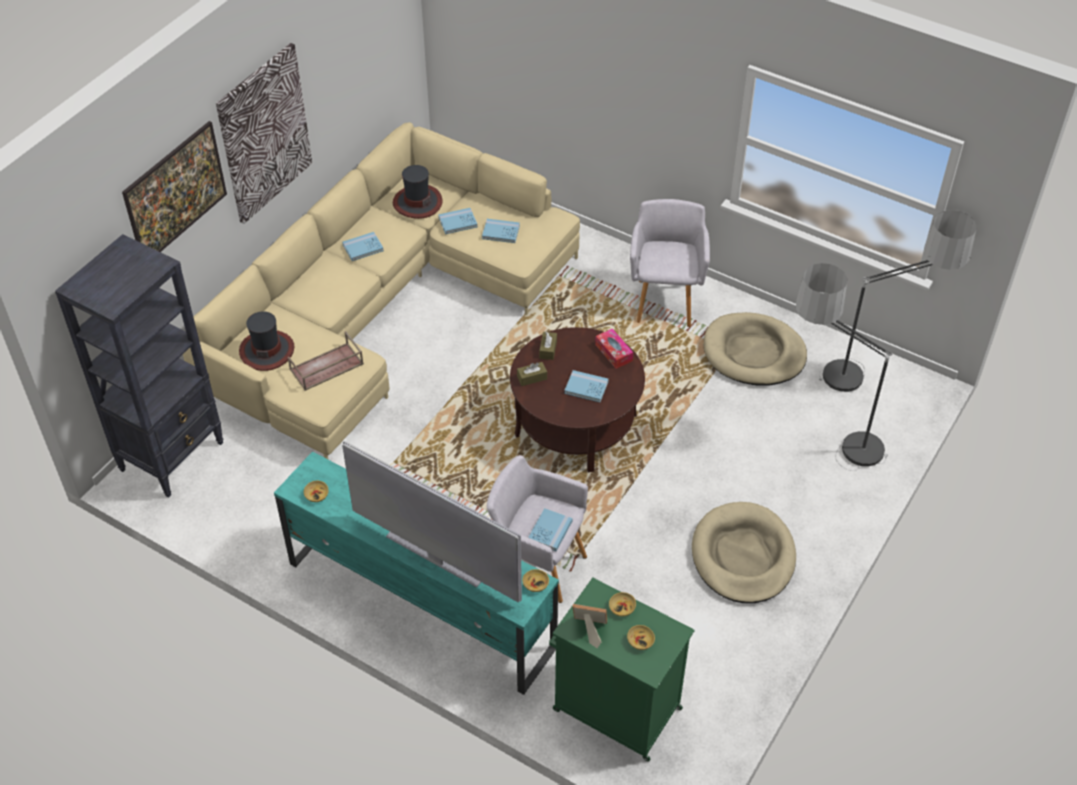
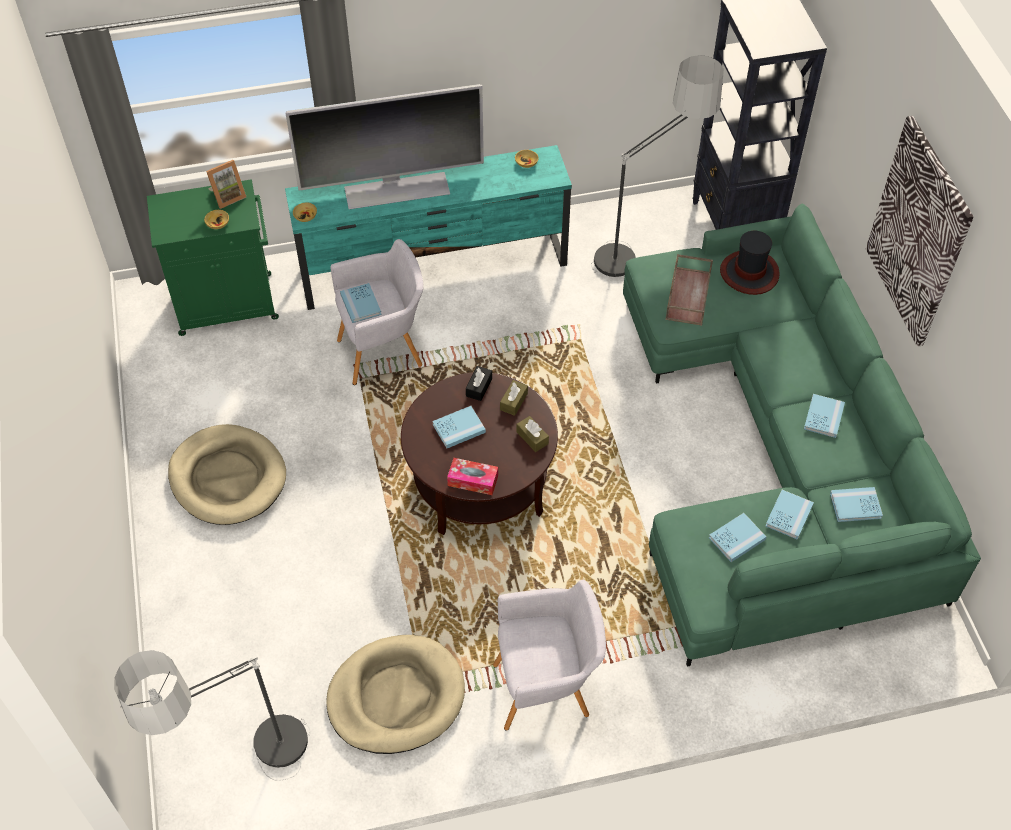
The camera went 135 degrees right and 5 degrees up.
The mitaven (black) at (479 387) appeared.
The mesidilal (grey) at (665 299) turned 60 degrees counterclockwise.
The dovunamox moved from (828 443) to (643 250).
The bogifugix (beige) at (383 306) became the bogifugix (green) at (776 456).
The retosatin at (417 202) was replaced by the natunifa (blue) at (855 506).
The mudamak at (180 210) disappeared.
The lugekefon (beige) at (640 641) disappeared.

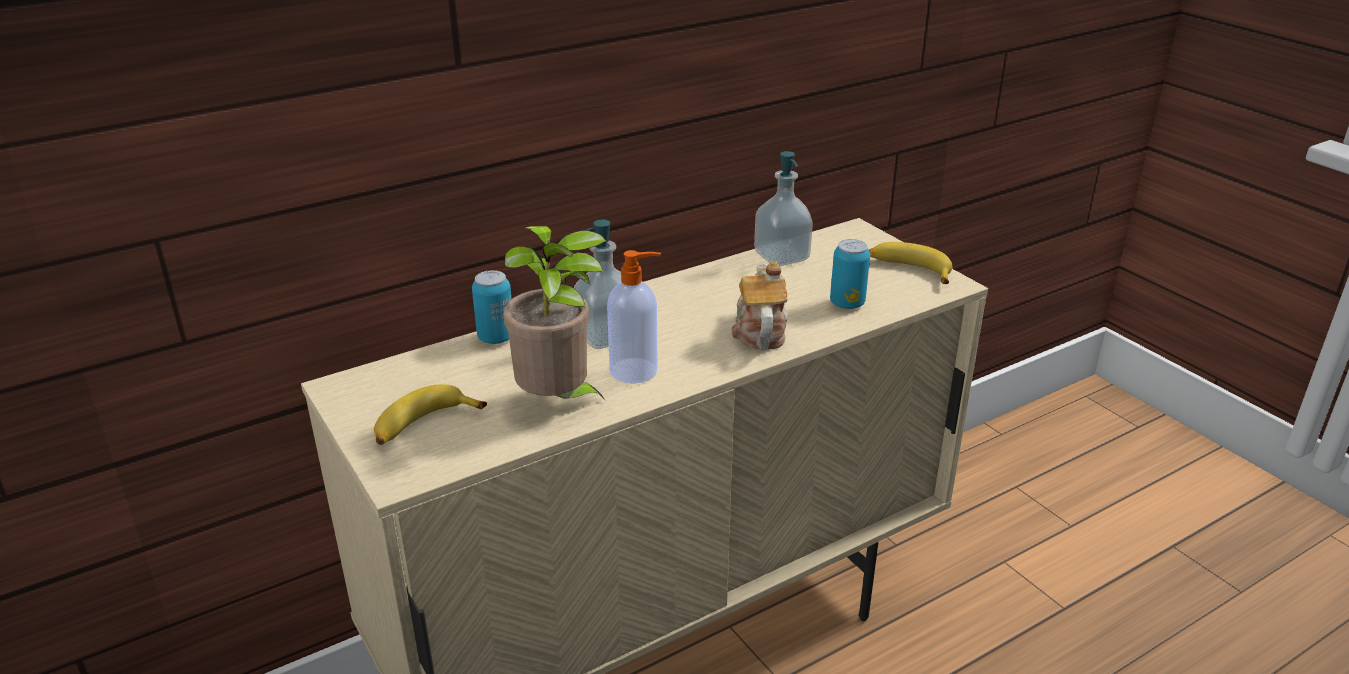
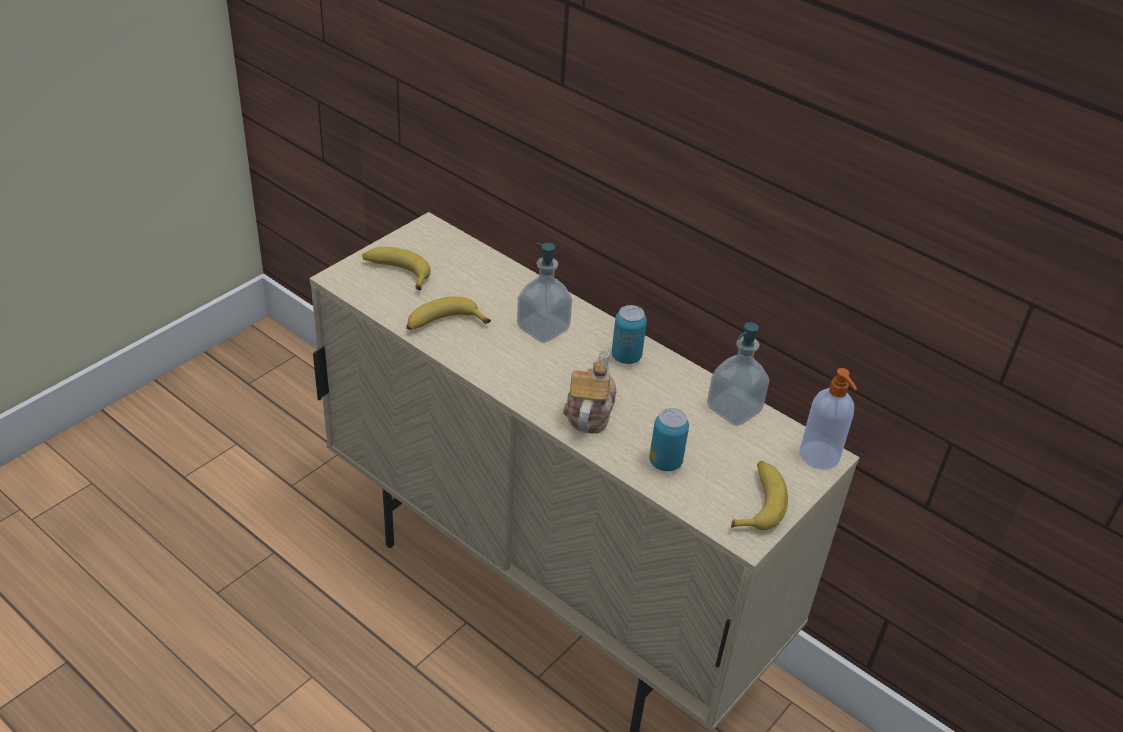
The camera went 70 degrees right and 10 degrees up.
The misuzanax at (558 402) was replaced by the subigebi at (444 324).
The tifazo at (759 331) turned 60 degrees counterclockwise.
The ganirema moved from (496 337) to (626 357).
The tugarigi moved from (635 371) to (820 457).

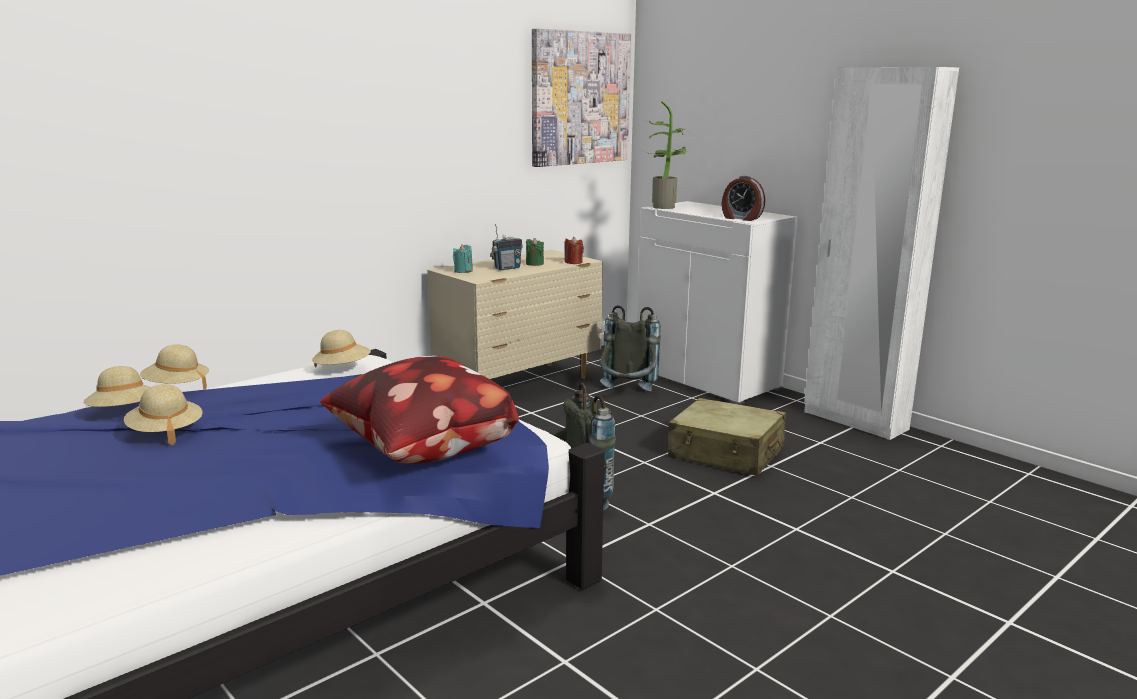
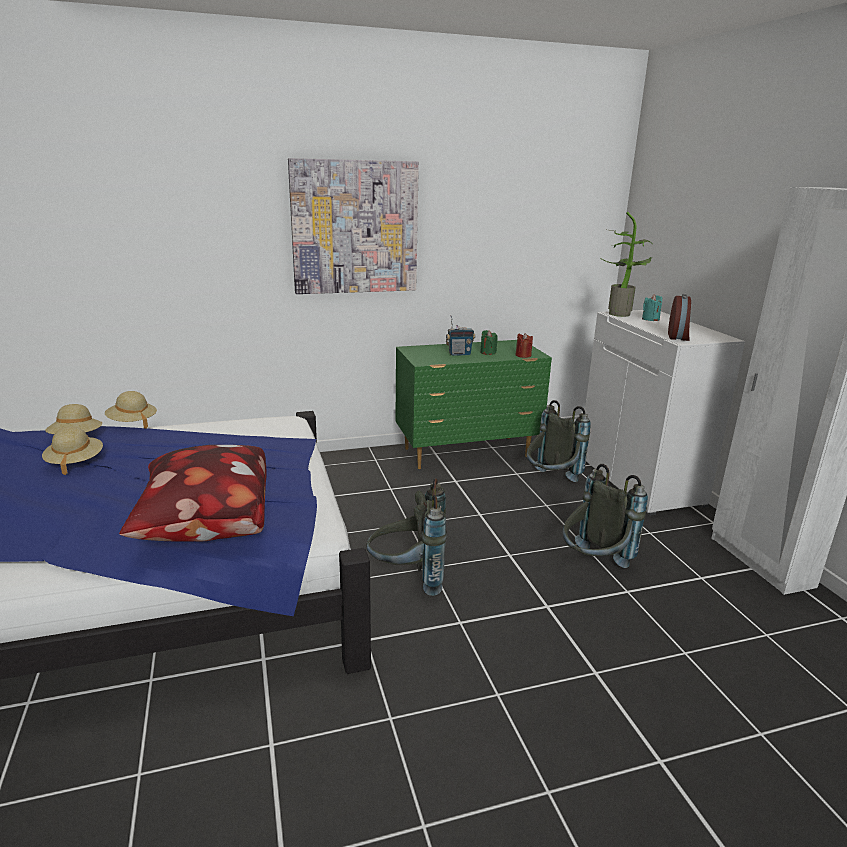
The camera went 25 degrees right and 5 degrees up.
The mudamak moved from (580 98) to (355 227).
The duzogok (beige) at (520 385) became the duzogok (green) at (468 453).
The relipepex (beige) at (726 453) was replaced by the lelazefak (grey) at (593 565).
The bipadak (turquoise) moved from (463 271) to (650 319).
The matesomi at (741 218) turned 135 degrees counterclockwise.
The retosatin (beige) at (342 369) disappeared.

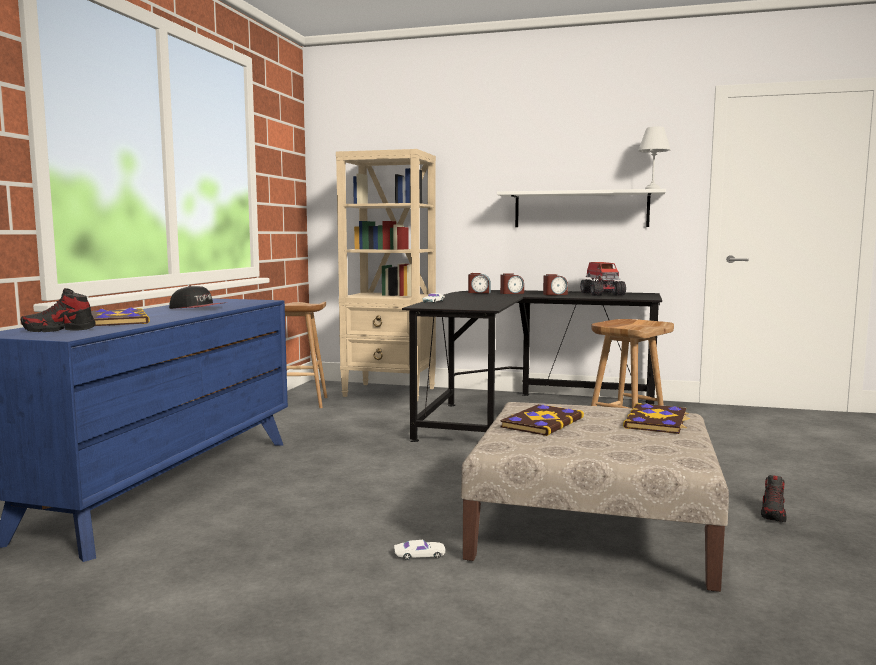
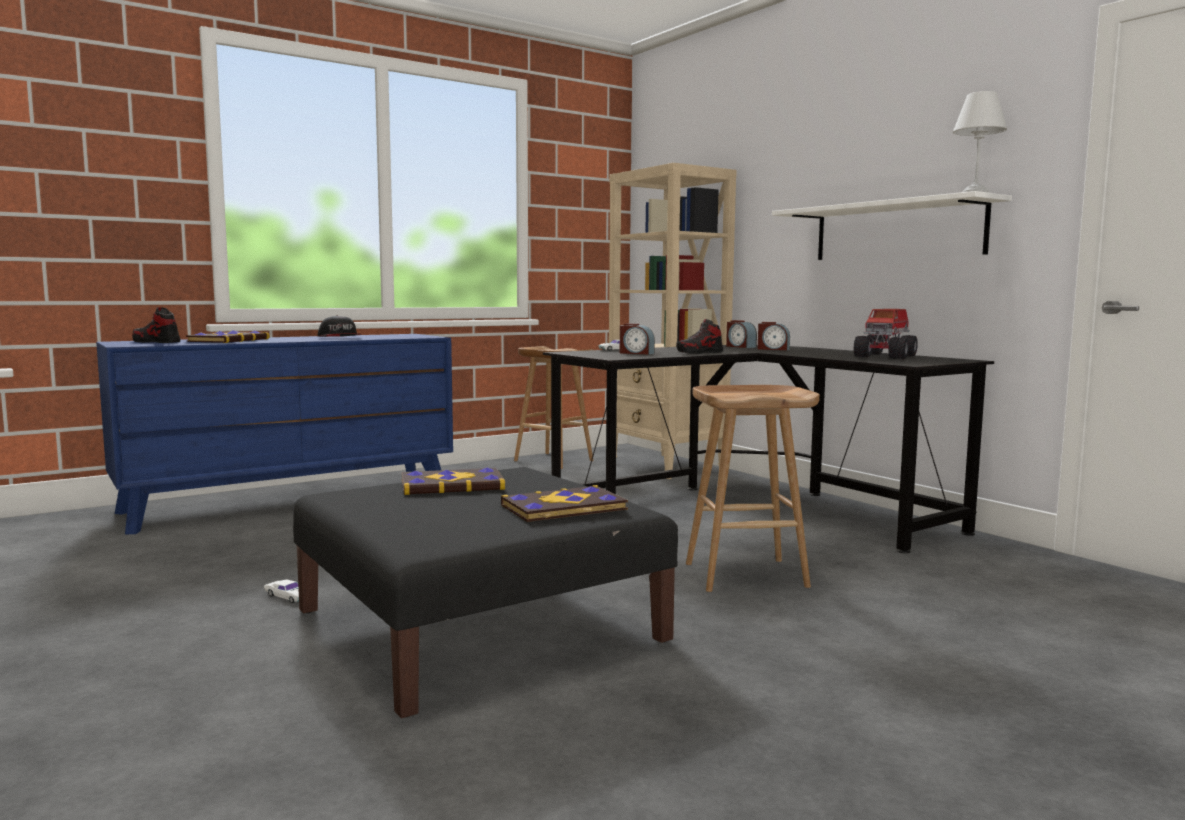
The camera went 40 degrees right and 0 degrees up.
The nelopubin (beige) at (593 527) became the nelopubin (black) at (477 626).
The matesomi moved from (554 294) to (636 353).
The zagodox moved from (773 513) to (699 353).

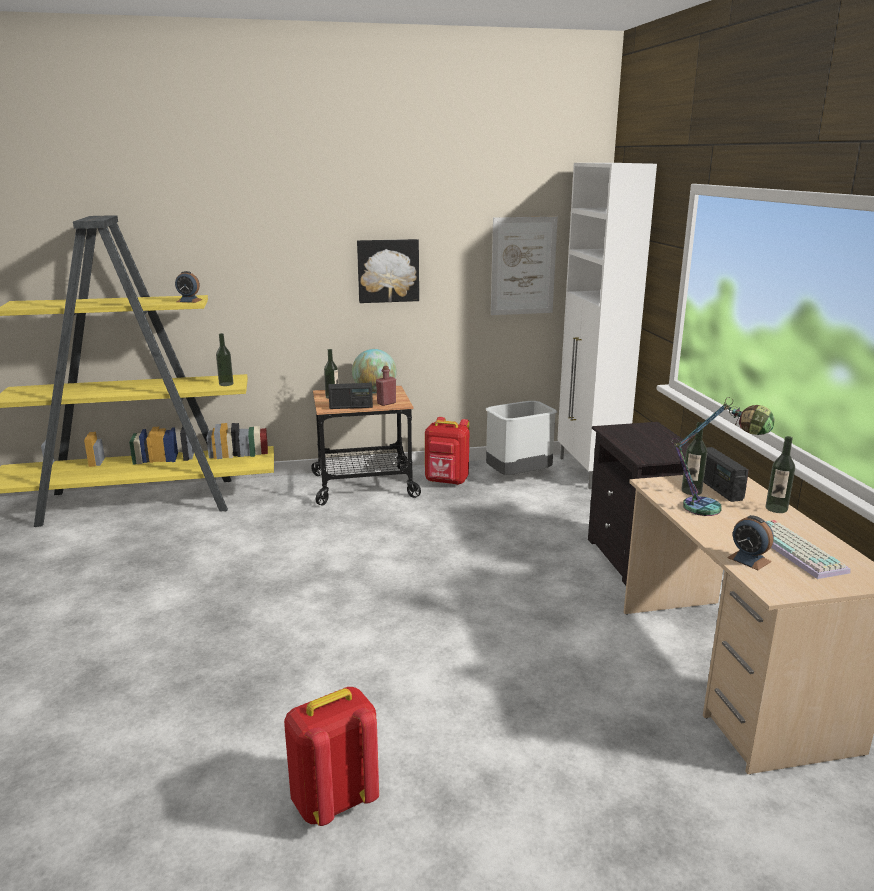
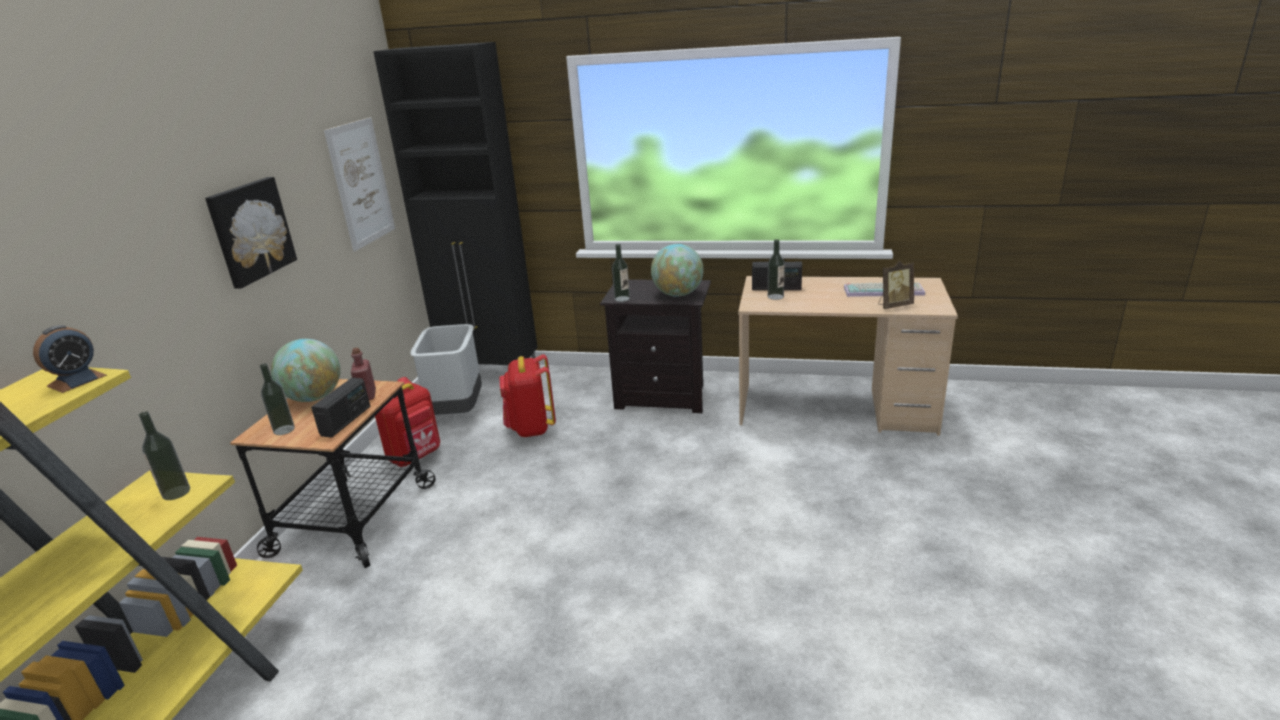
The camera went 65 degrees left and 5 degrees up.
The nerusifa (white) at (589 472) became the nerusifa (black) at (492 373).
The lelazefak (red) moved from (334 800) to (531 428).
The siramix moved from (776 508) to (622 299).
The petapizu at (678 294) appeared.
The matesomi at (749 559) was replaced by the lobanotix at (894 305).
The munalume at (714 510) disappeared.

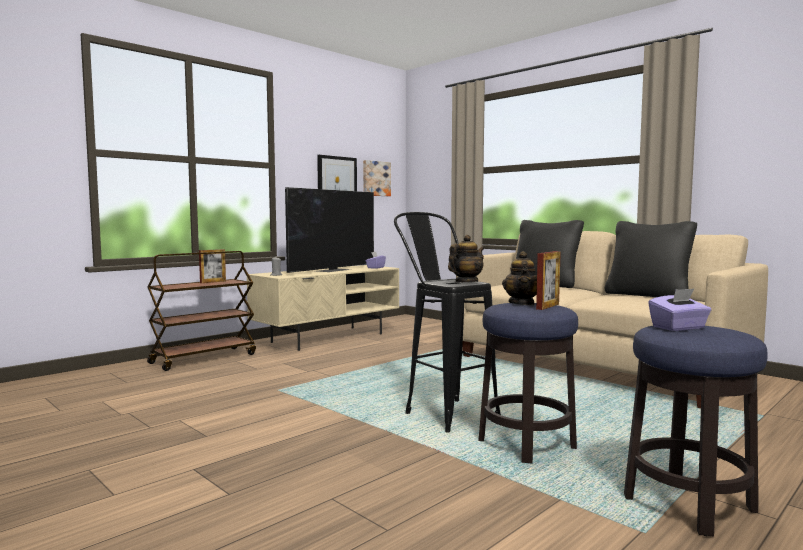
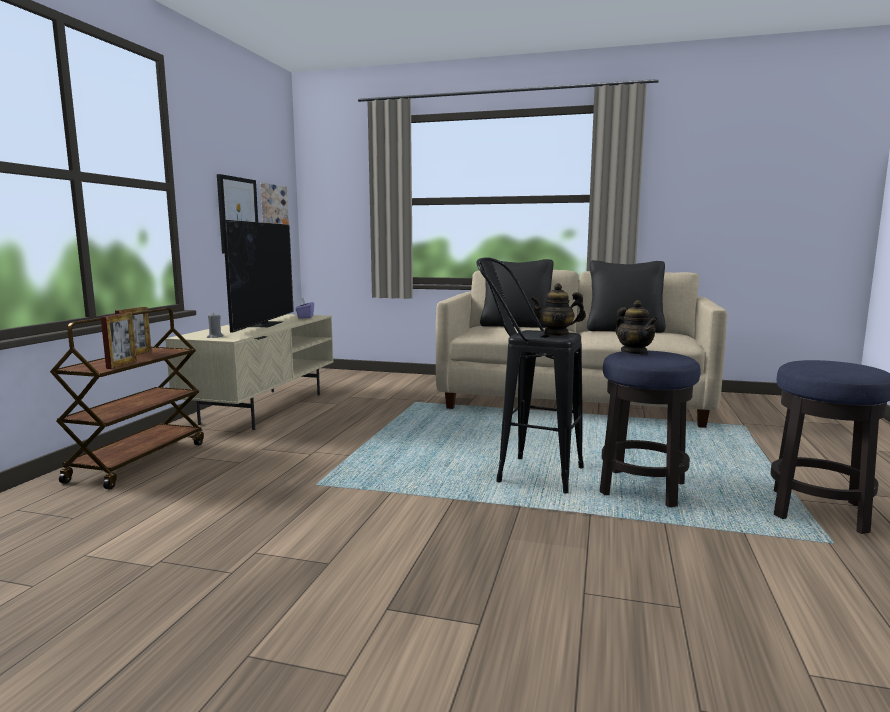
The camera went 30 degrees left and 5 degrees up.
The lobanotix moved from (547 306) to (122 364).
The tifazo at (466 282) turned 105 degrees counterclockwise.
The mitaven (purple) at (678 328) disappeared.

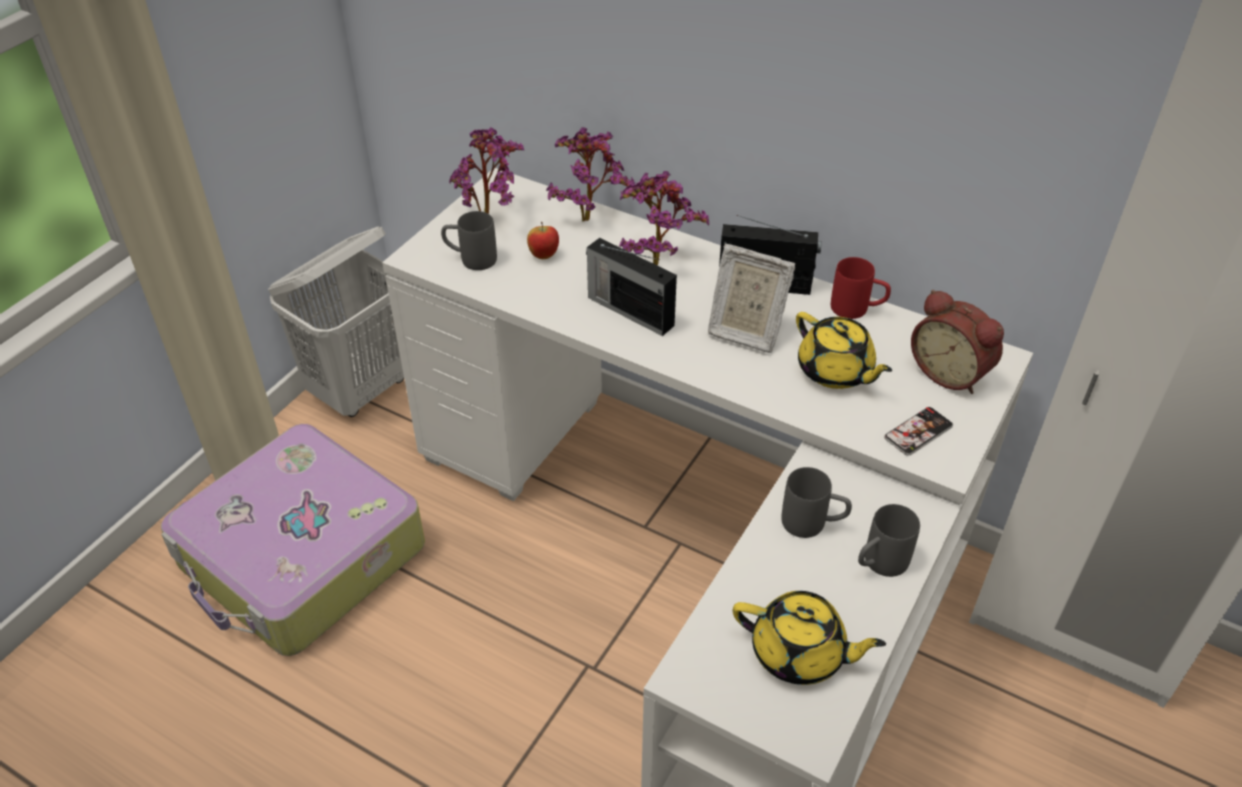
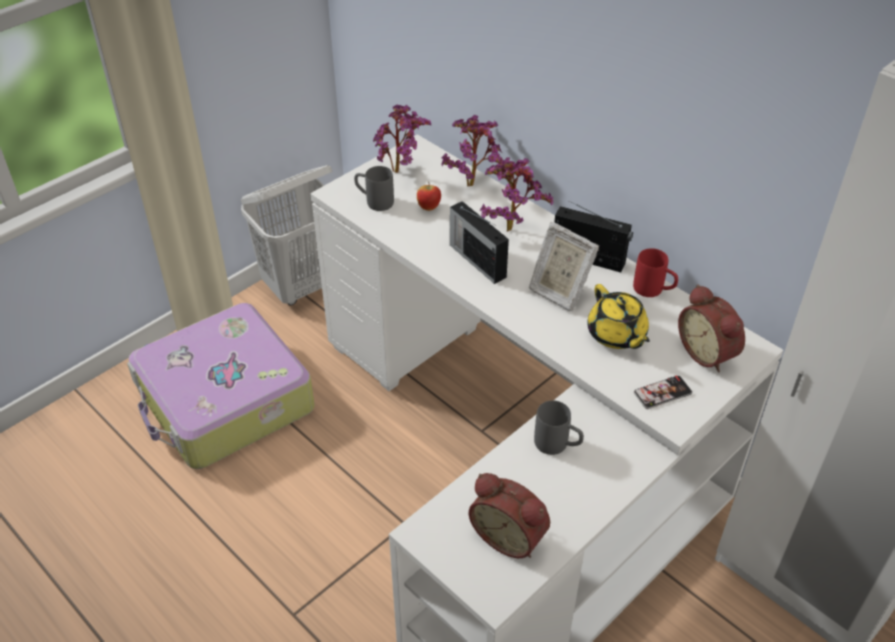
The camera went 15 degrees right and 0 degrees up.
The tifazo (yellow) at (799 653) was replaced by the matesomi at (510 535).
The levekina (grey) at (878 564) disappeared.

